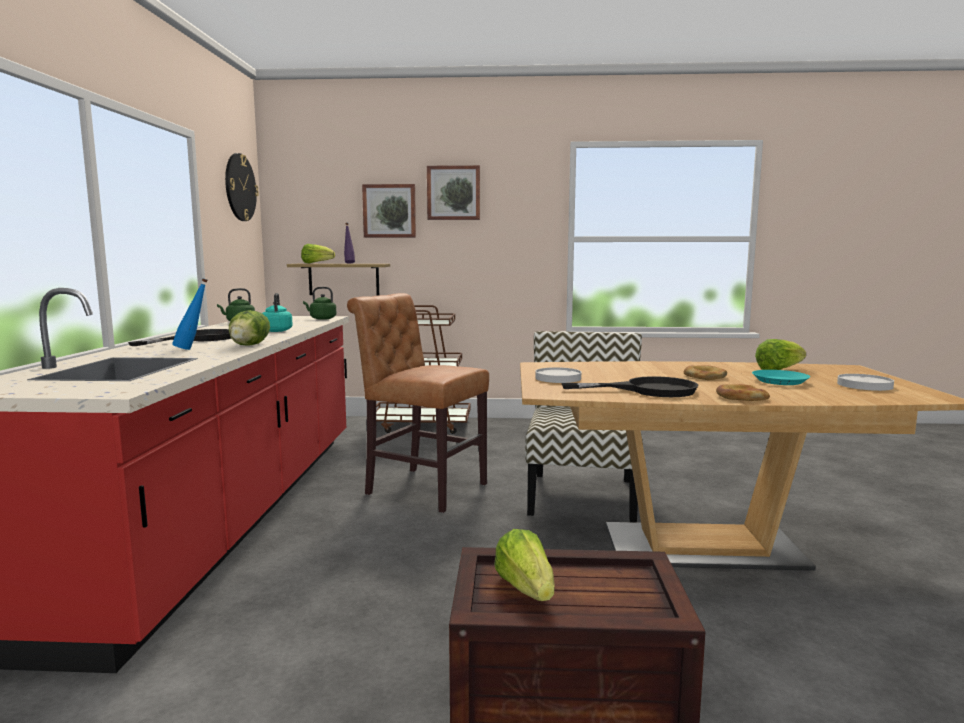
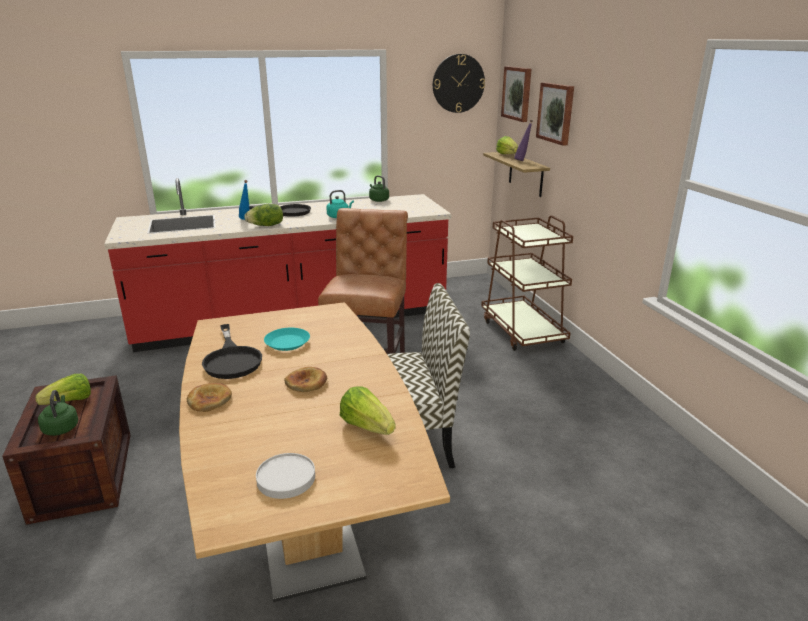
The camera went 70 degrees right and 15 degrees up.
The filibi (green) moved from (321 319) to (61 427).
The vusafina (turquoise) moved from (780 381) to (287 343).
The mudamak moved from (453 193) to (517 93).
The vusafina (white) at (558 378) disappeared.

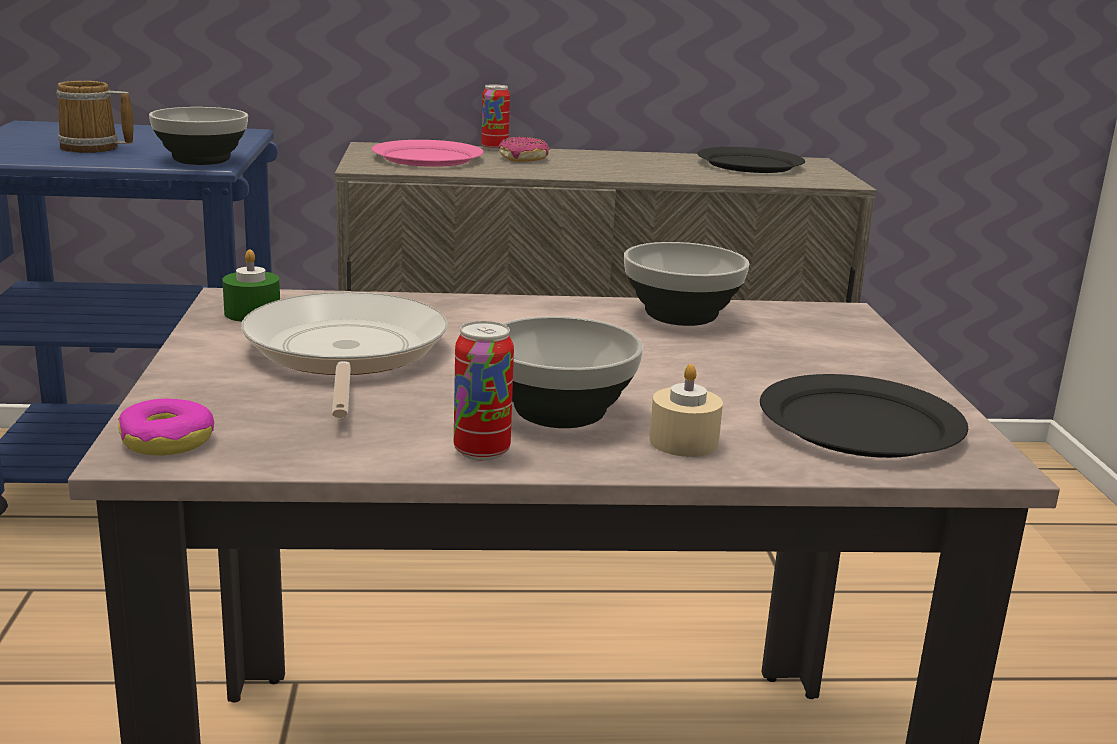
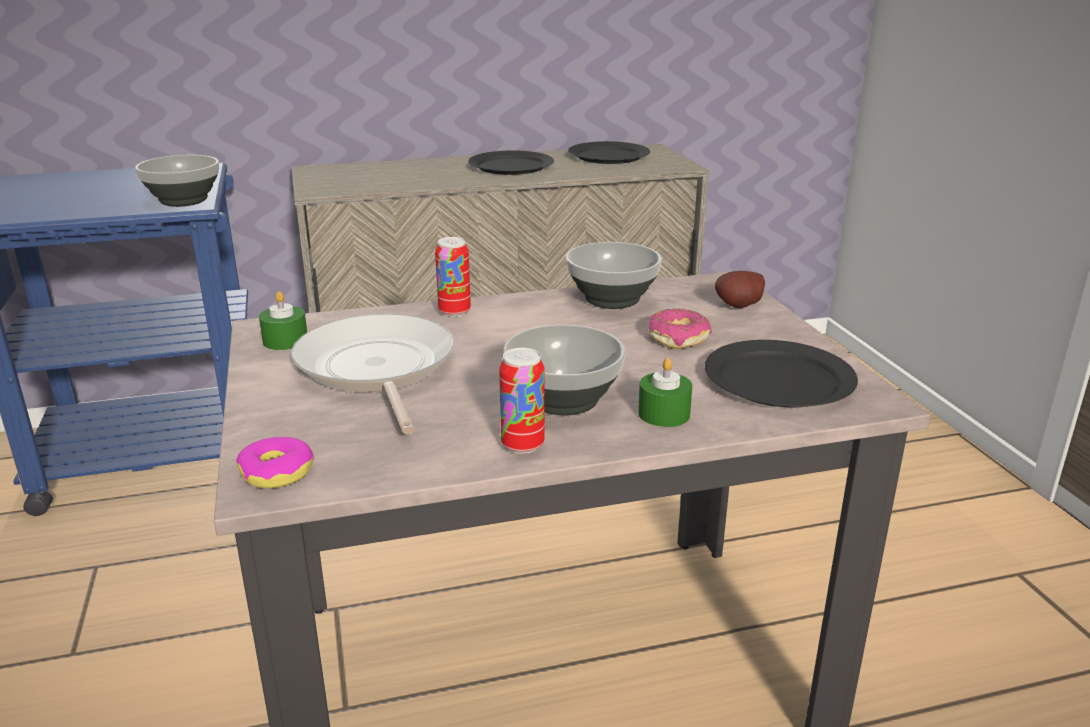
The camera went 10 degrees left and 5 degrees up.
The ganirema moved from (494 149) to (454 312).
The vusafina (black) at (511 166) appeared.
The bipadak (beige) at (683 442) became the bipadak (green) at (664 414).
The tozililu moved from (524 158) to (678 338).
The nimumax at (740 307) appeared.
The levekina at (92 148) disappeared.
The vusafina (pink) at (428 158) disappeared.

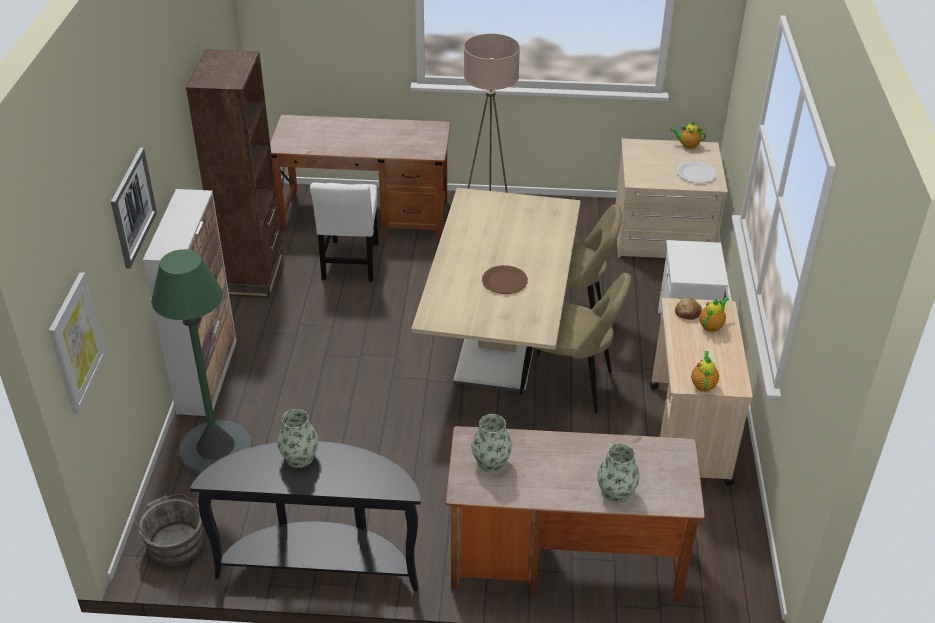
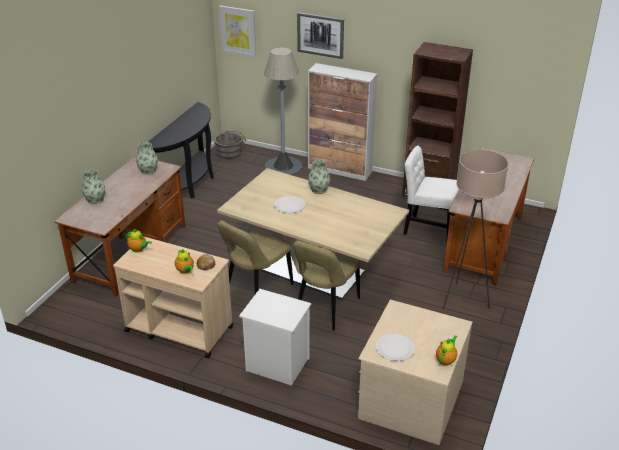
The camera went 110 degrees right and 5 degrees down.
The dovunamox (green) at (215 448) became the dovunamox (grey) at (283 167).
The vusafina (brown) at (504 281) became the vusafina (white) at (289 205).
The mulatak moved from (299 457) to (319 190).

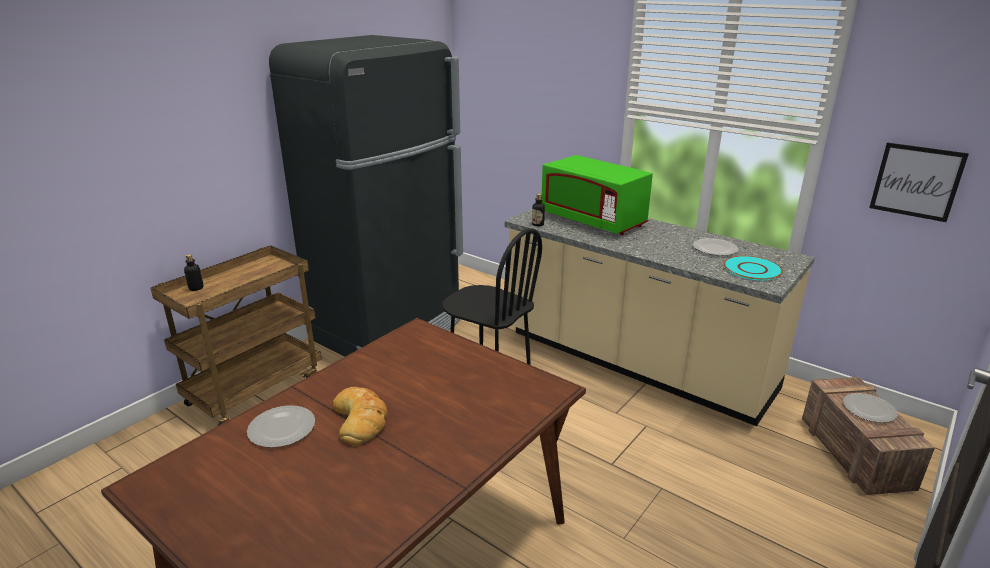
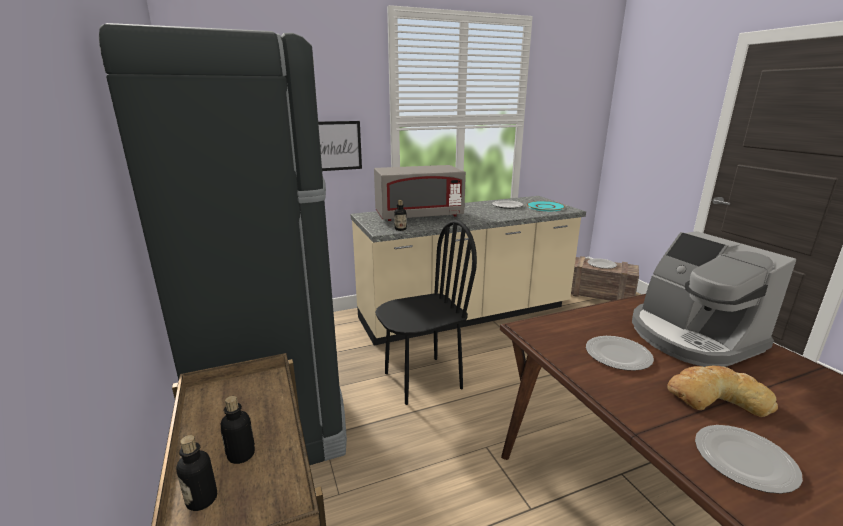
The camera went 60 degrees left and 5 degrees down.
The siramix at (241 454) appeared.
The mudamak moved from (916 181) to (337 146).
The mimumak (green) at (593 221) became the mimumak (grey) at (418 216).
The vusafina at (618 354) appeared.
The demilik at (691 337) appeared.

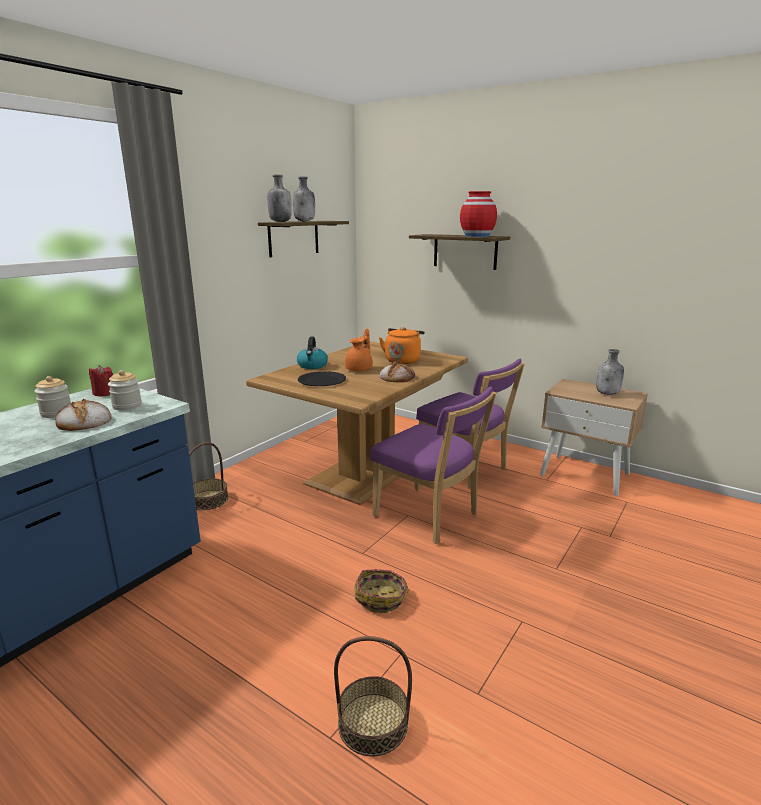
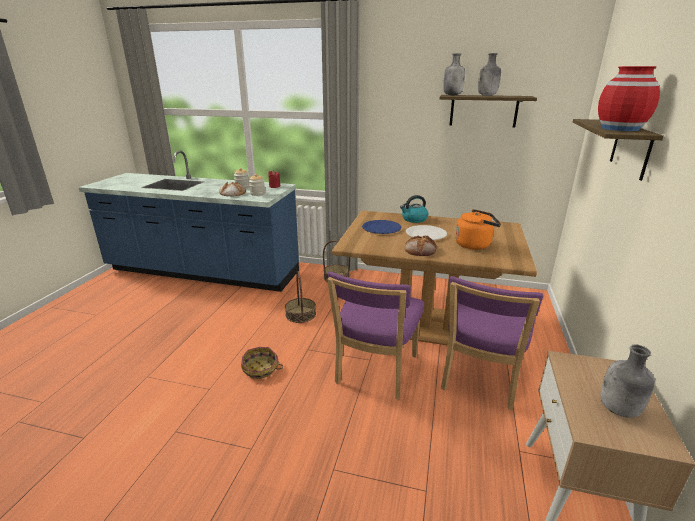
The camera went 70 degrees right and 5 degrees up.
The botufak moved from (372 723) to (300 314).
The vusafina (black) at (322 381) became the vusafina (blue) at (381 228).
The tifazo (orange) at (360 369) was replaced by the vusafina (white) at (426 234).

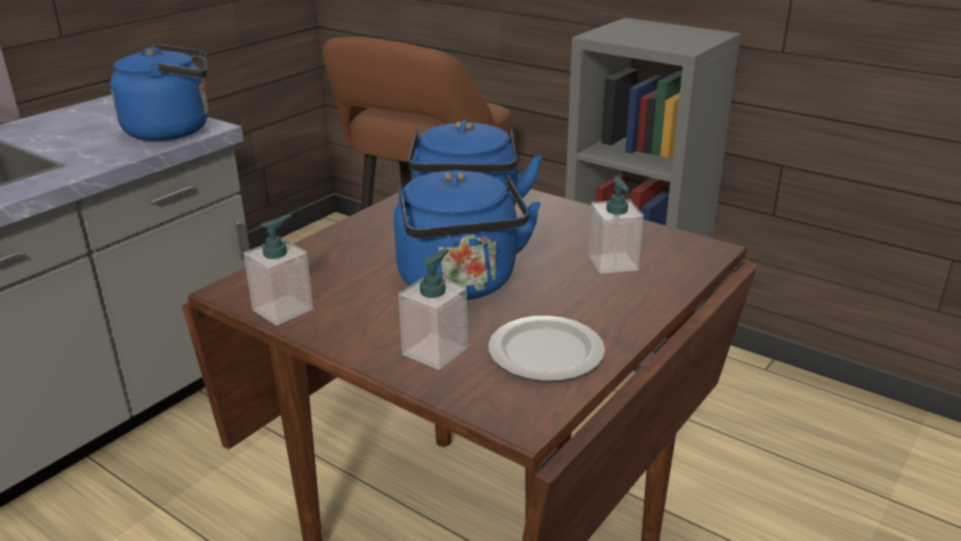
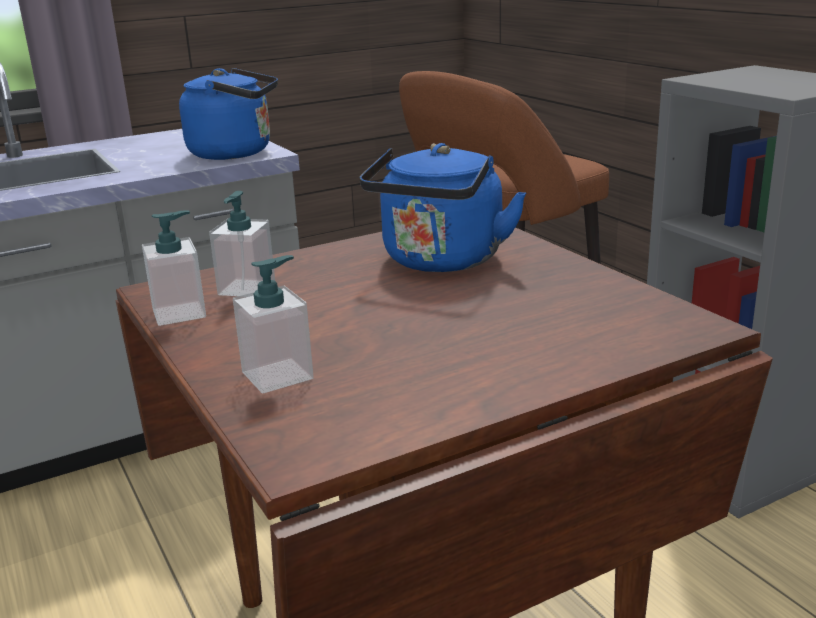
The camera went 25 degrees right and 5 degrees down.
The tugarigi moved from (613 263) to (246 288).
The filibi (blue) at (460 284) disappeared.
The vusafina at (545 354) disappeared.

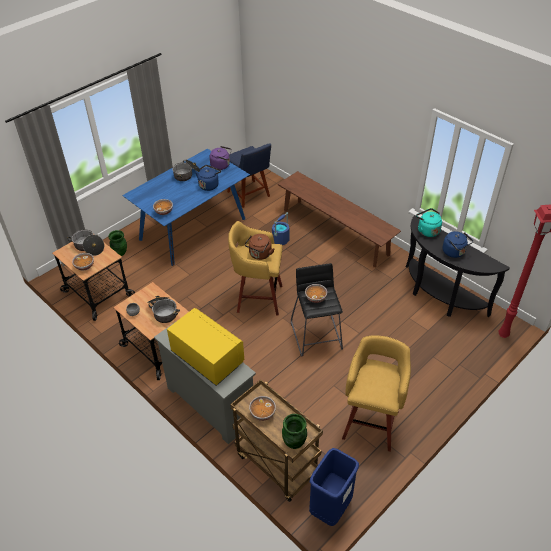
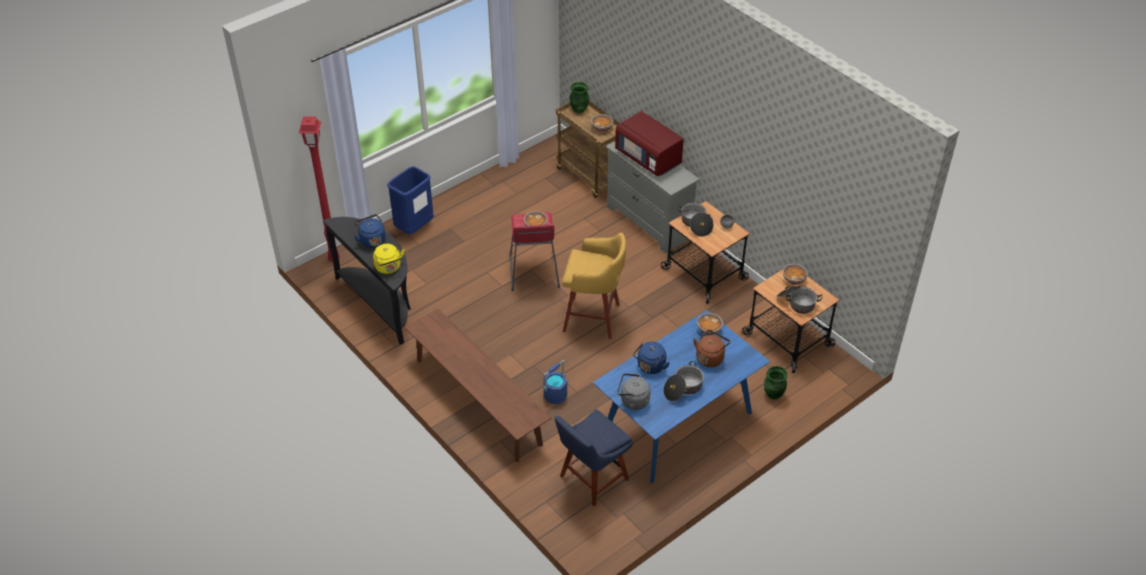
The camera went 175 degrees left and 0 degrees up.
The filibi (turquoise) at (427 230) became the filibi (yellow) at (389 268).
The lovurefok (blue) moved from (330 507) to (414 228).
The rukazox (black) at (316 335) became the rukazox (red) at (533 273).
The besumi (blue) at (249 195) turned 105 degrees counterclockwise.
The mimumak (yellow) at (207 358) became the mimumak (red) at (648 158).
The filibi (purple) at (221 165) became the filibi (grey) at (632 401).
The filibi (brown) moved from (259 255) to (710 357).
The rukazox (yellow) at (371 422) disappeared.

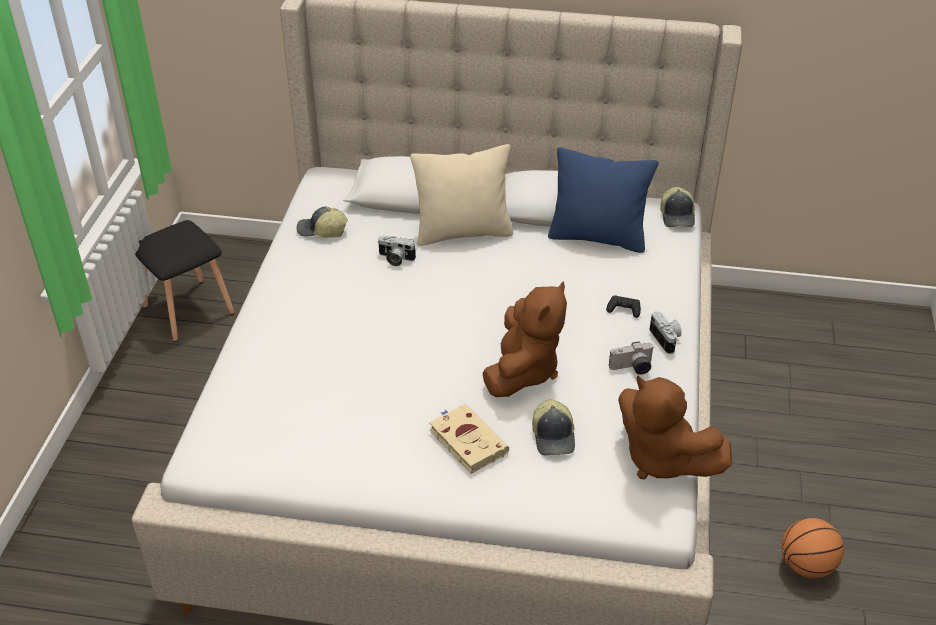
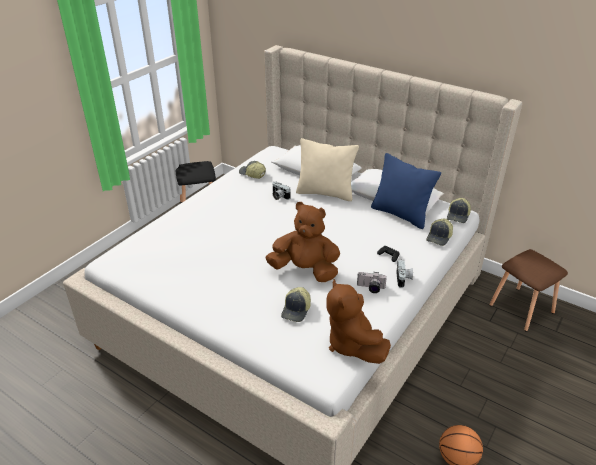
The camera went 25 degrees right and 5 degrees down.
The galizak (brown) at (523 371) turned 120 degrees counterclockwise.
The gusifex at (439 237) appeared.
The rukazox (brown) at (522 309) appeared.
The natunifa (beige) at (466 440) disappeared.

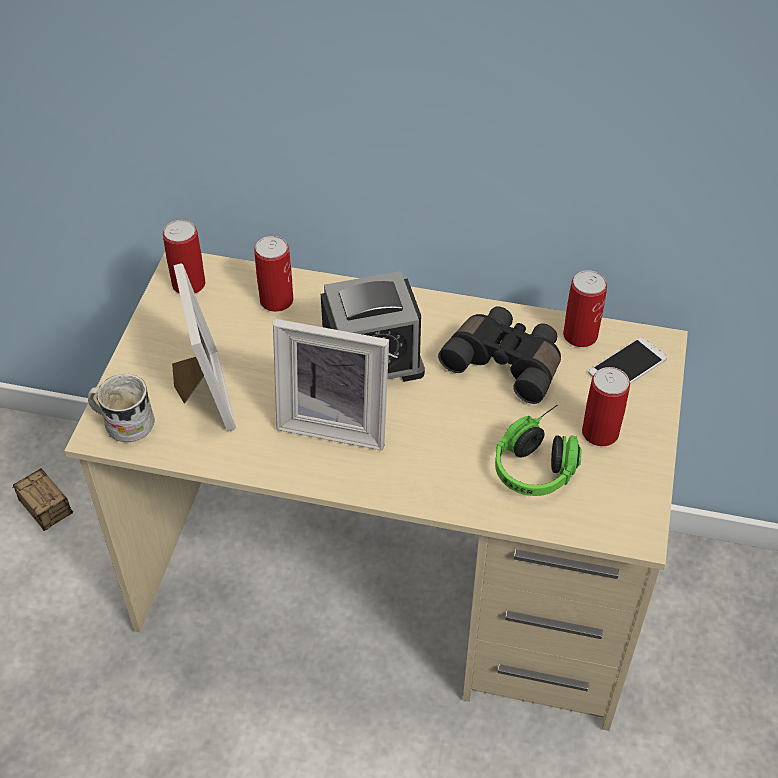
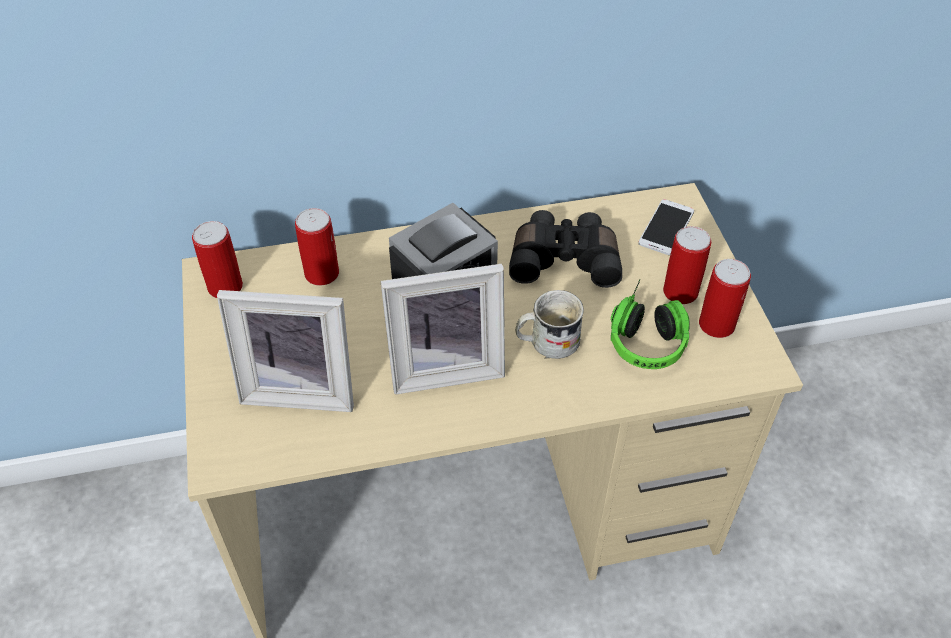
The camera went 25 degrees left and 0 degrees up.
The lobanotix at (201 395) turned 135 degrees clockwise.
The levekina (white) moved from (123 423) to (546 342).
The ganirema moved from (580 335) to (716 325).
The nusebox at (63 529) disappeared.

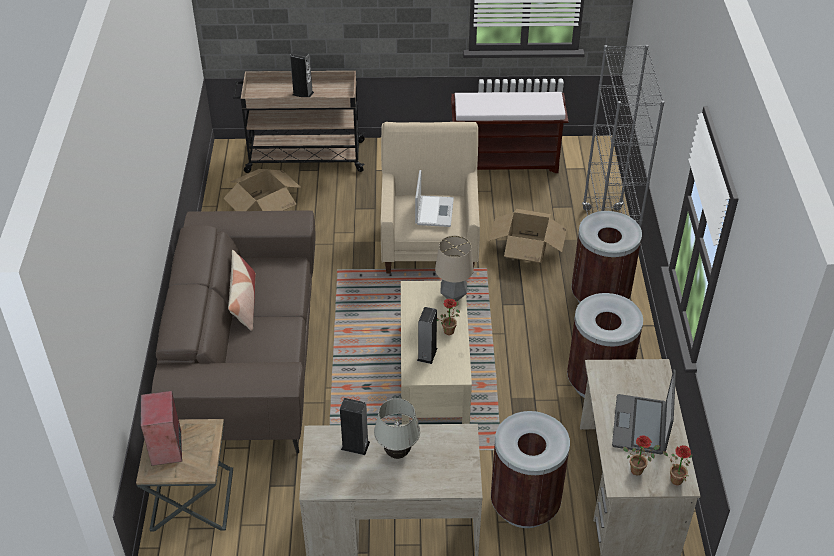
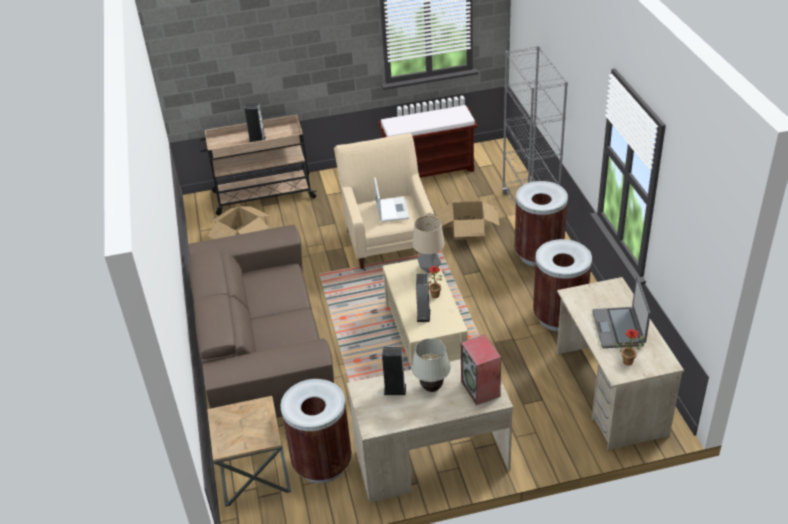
The camera went 10 degrees left and 5 degrees down.
The lovurefok (brown) moved from (525 504) to (322 463).
The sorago moved from (167 448) to (481 389).
The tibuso at (244 303) disappeared.
The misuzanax at (673 479) disappeared.

